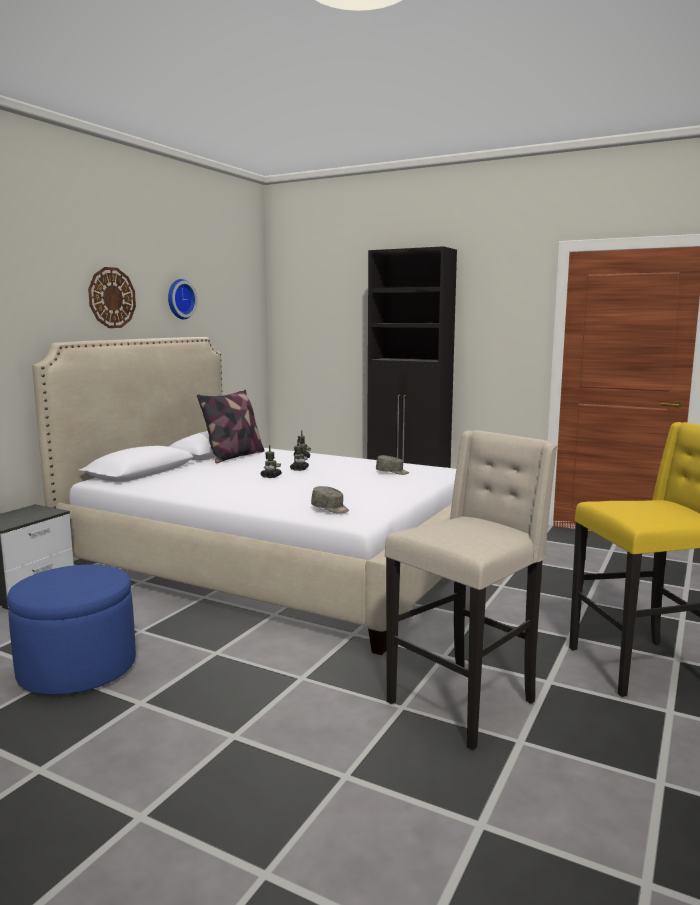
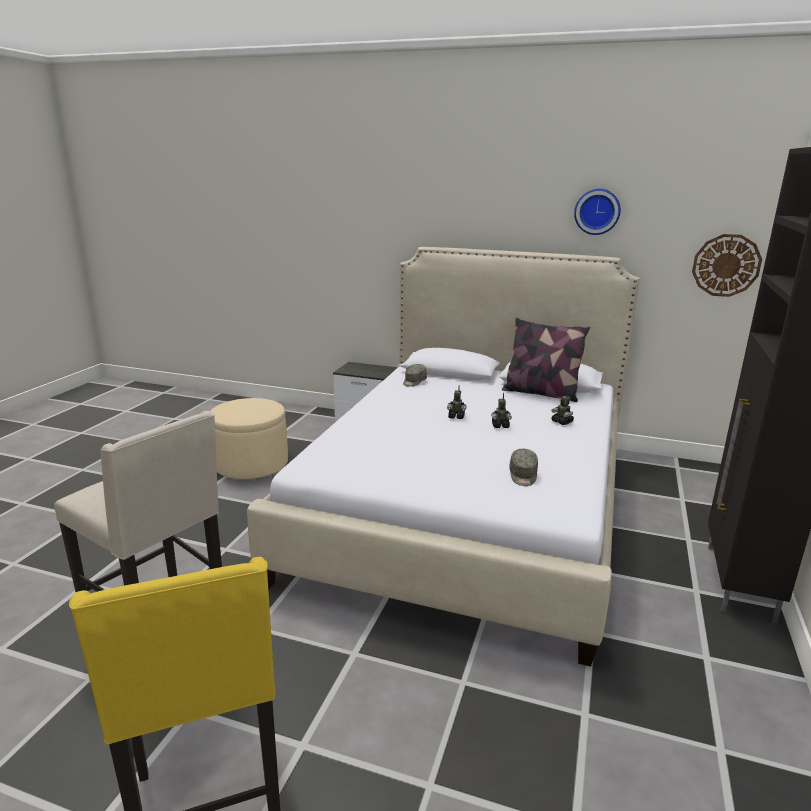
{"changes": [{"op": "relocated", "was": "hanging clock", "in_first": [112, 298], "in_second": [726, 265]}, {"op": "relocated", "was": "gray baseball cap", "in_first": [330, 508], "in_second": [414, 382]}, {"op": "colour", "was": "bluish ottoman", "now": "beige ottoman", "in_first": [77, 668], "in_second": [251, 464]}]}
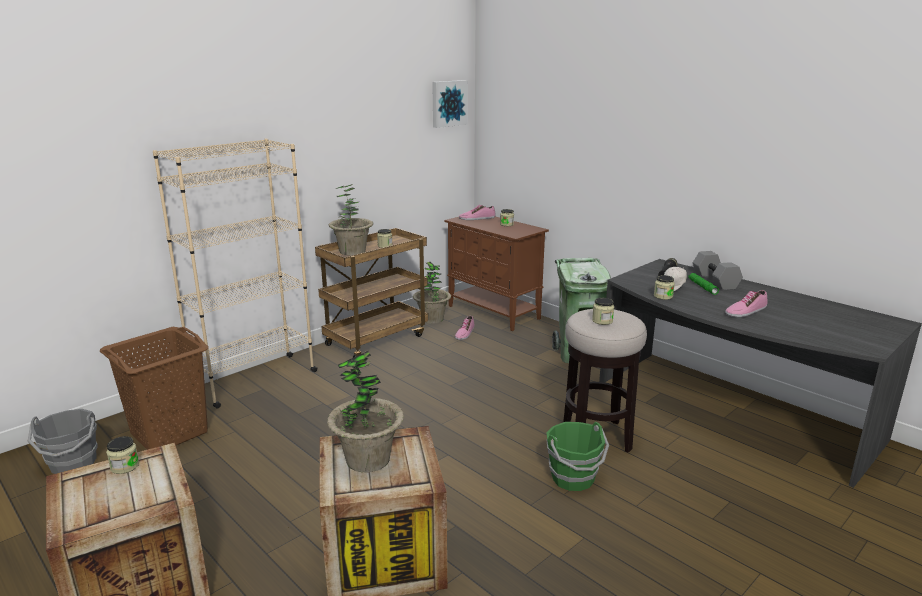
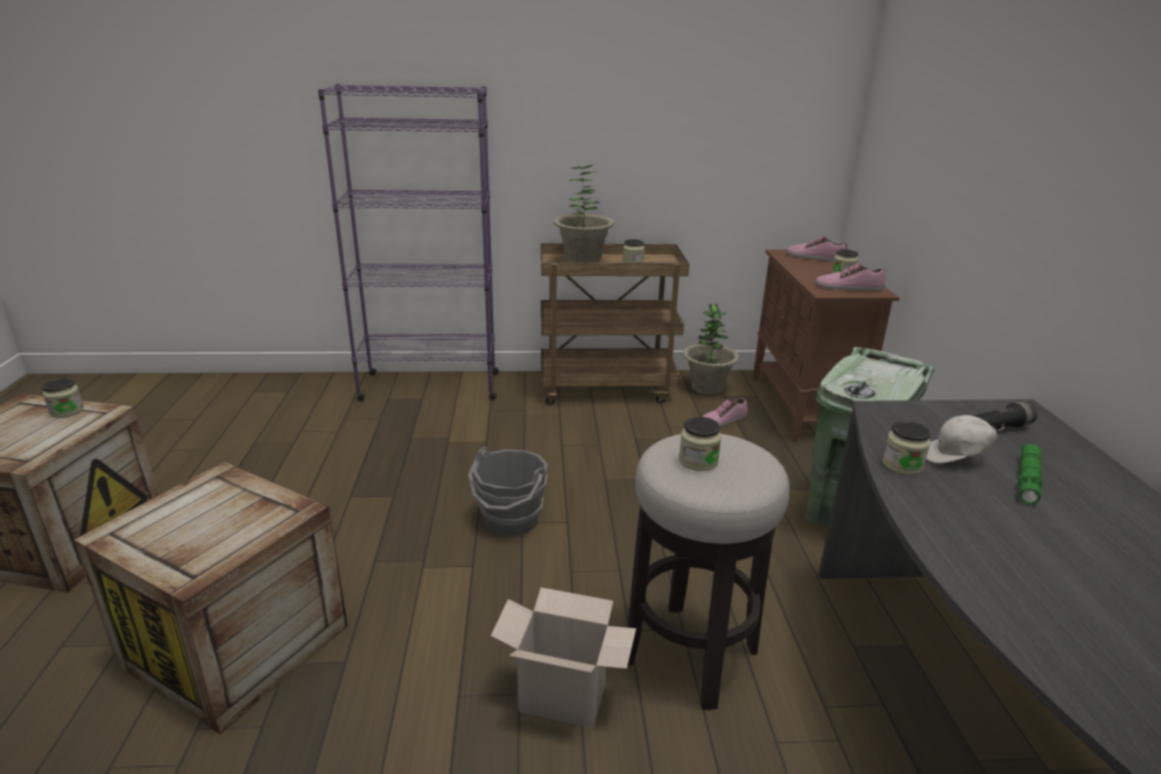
{"changes": [{"op": "missing", "was": "brownish laundry basket", "in_first": [170, 433]}, {"op": "missing", "was": "houseplant", "in_first": [368, 459]}, {"op": "missing", "was": "picture", "in_first": [448, 103]}, {"op": "missing", "was": "gray free weight", "in_first": [714, 280]}, {"op": "relocated", "was": "gray bucket", "in_first": [73, 463], "in_second": [510, 520]}, {"op": "relocated", "was": "low shoe", "in_first": [745, 311], "in_second": [849, 287]}, {"op": "exchanged", "was": "green bucket", "now": "cardboard box", "in_first": [573, 478], "in_second": [565, 696]}, {"op": "colour", "was": "beige shelving unit", "now": "purple shelving unit", "in_first": [255, 380], "in_second": [429, 386]}]}
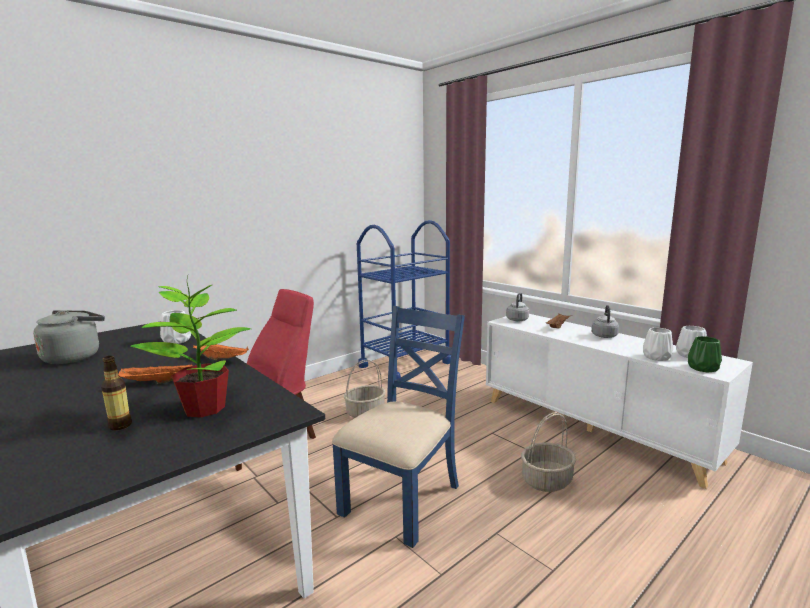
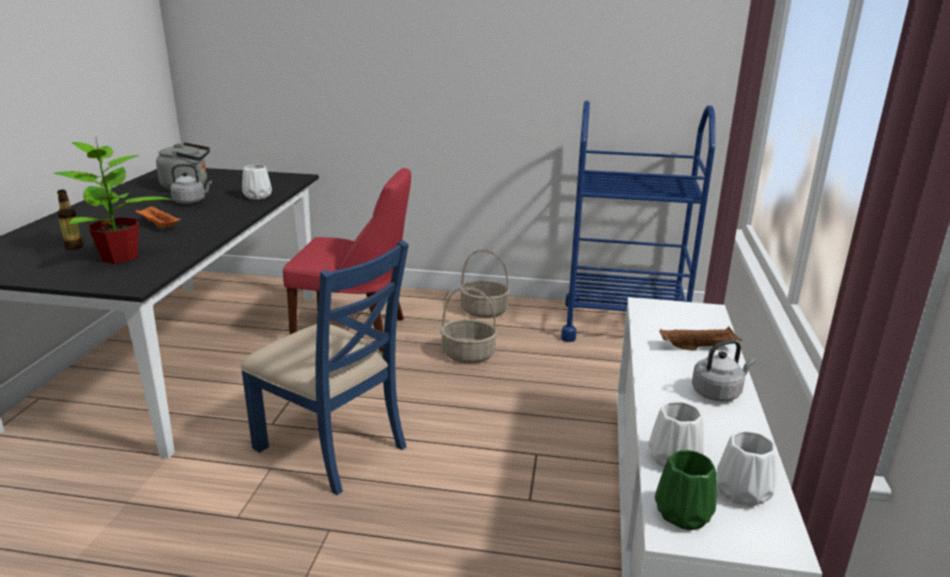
{"changes": [{"op": "missing", "was": "orangey tray", "in_first": [223, 359]}, {"op": "relocated", "was": "gray tea kettle", "in_first": [517, 319], "in_second": [191, 201]}, {"op": "relocated", "was": "storage basket", "in_first": [546, 480], "in_second": [484, 311]}, {"op": "spun", "was": "bluish plain chair", "in_first": [403, 499], "in_second": [332, 447], "clockwise": 45}]}
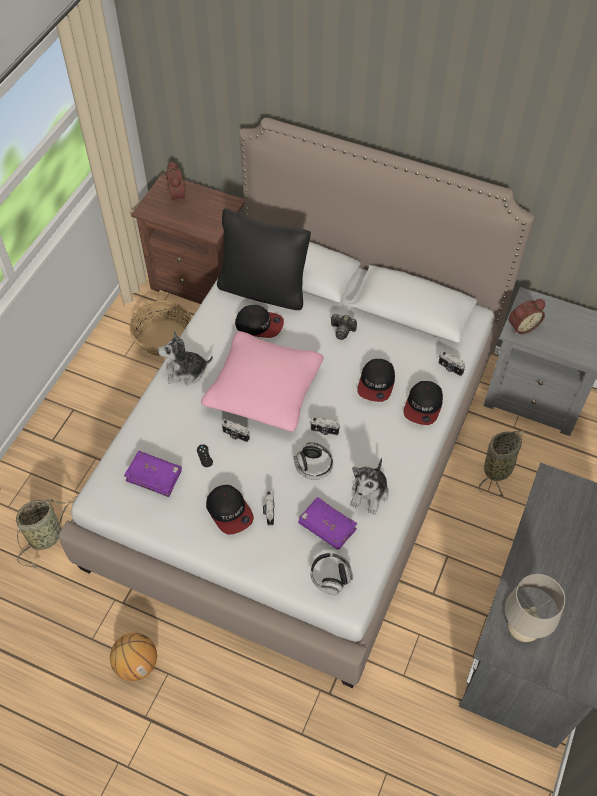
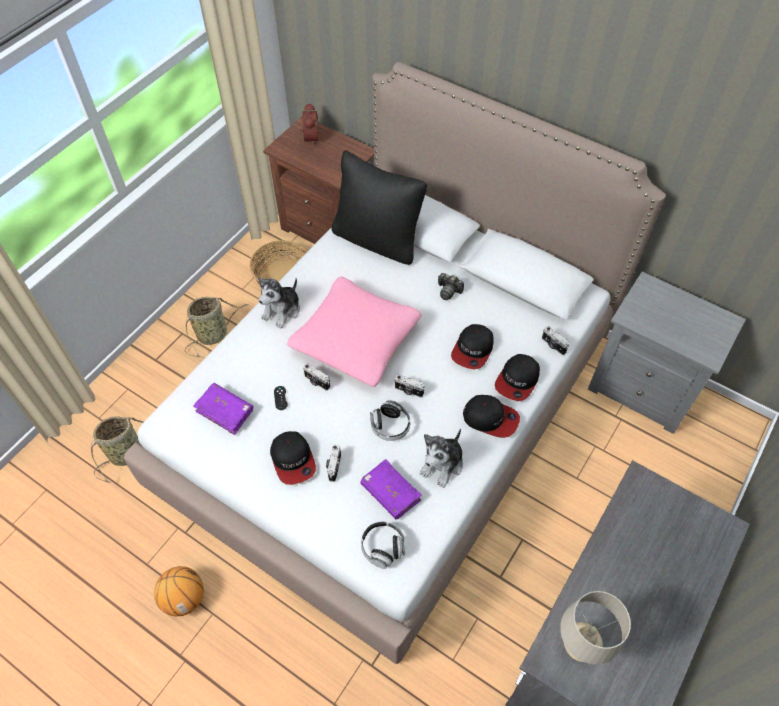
{"changes": [{"op": "missing", "was": "alarm clock", "in_first": [522, 326]}, {"op": "relocated", "was": "baseball cap", "in_first": [259, 324], "in_second": [490, 418]}, {"op": "relocated", "was": "storage basket", "in_first": [499, 468], "in_second": [214, 334]}, {"op": "spun", "was": "plush toy", "in_first": [186, 372], "in_second": [282, 310], "clockwise": -60}]}
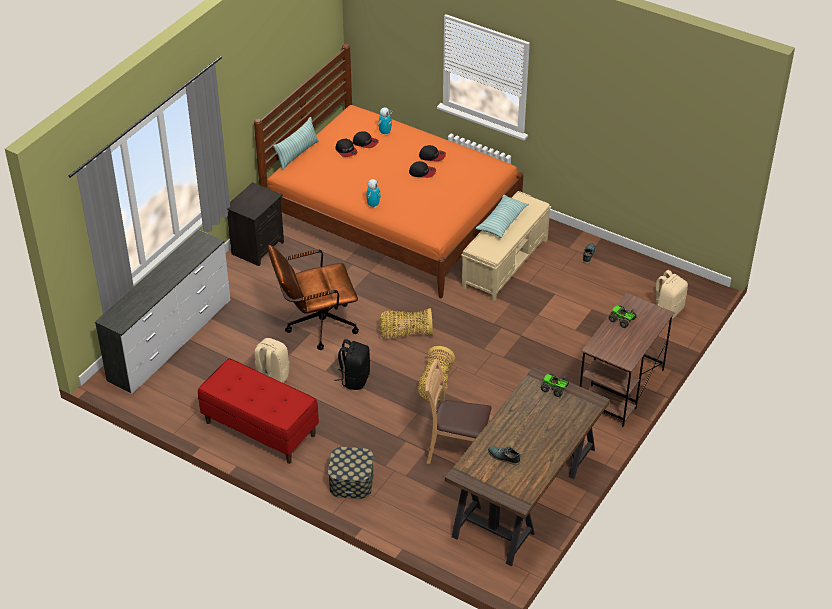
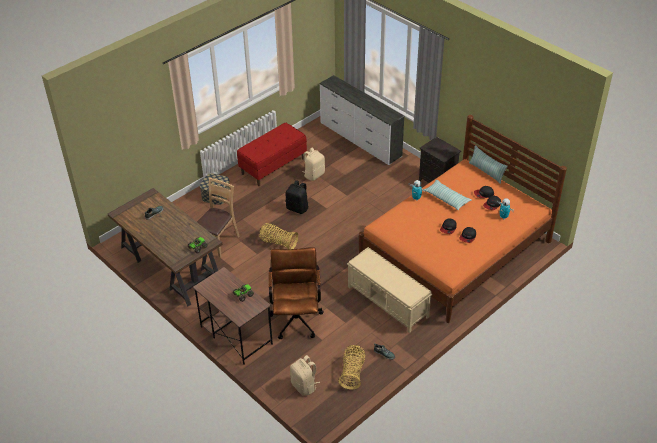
{"changes": [{"op": "relocated", "was": "brownish desk chair", "in_first": [315, 325], "in_second": [296, 317]}, {"op": "relocated", "was": "storage basket", "in_first": [405, 333], "in_second": [352, 372]}, {"op": "relocated", "was": "cushion", "in_first": [502, 221], "in_second": [447, 198]}]}
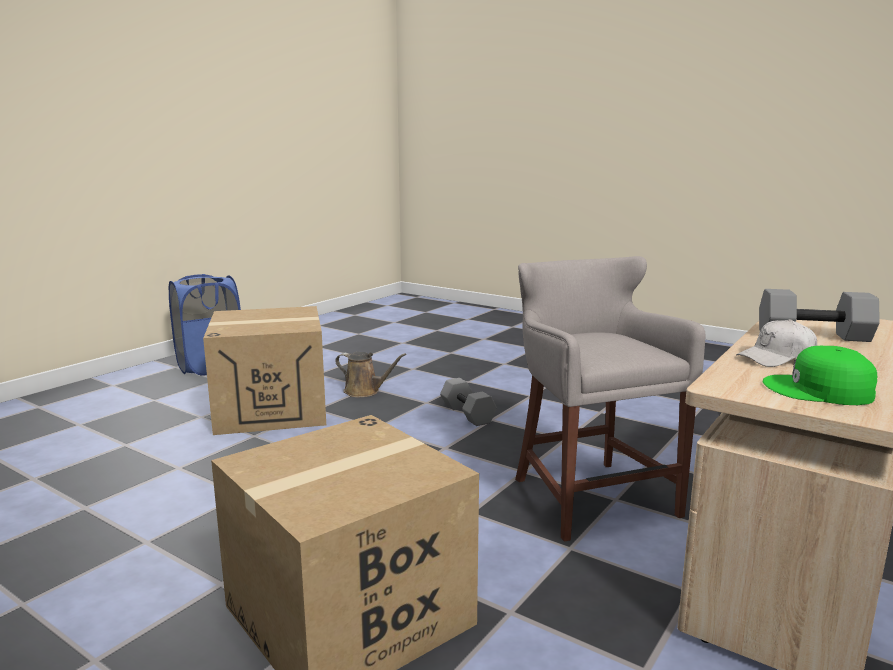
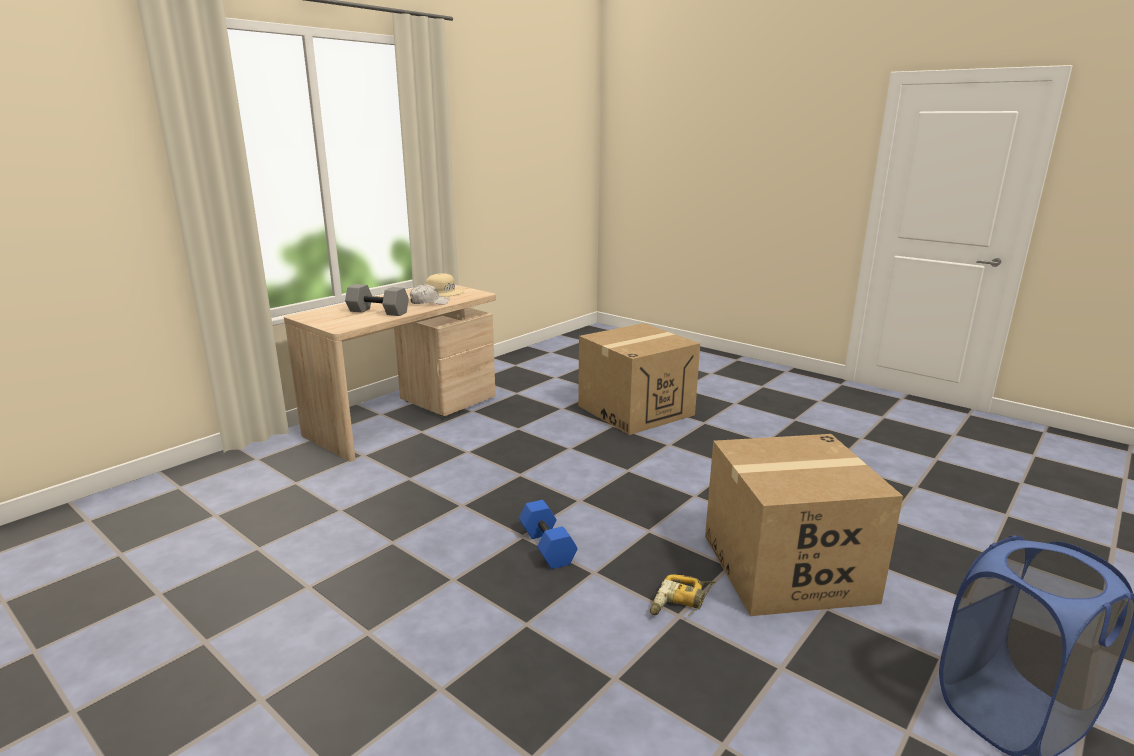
{"changes": [{"op": "missing", "was": "gray stool", "in_first": [589, 495]}, {"op": "exchanged", "was": "brownish watering pot", "now": "drill", "in_first": [365, 391], "in_second": [681, 603]}, {"op": "colour", "was": "gray free weight", "now": "bluish free weight", "in_first": [468, 414], "in_second": [545, 546]}, {"op": "colour", "was": "green baseball cap", "now": "beige baseball cap", "in_first": [819, 390], "in_second": [444, 292]}]}
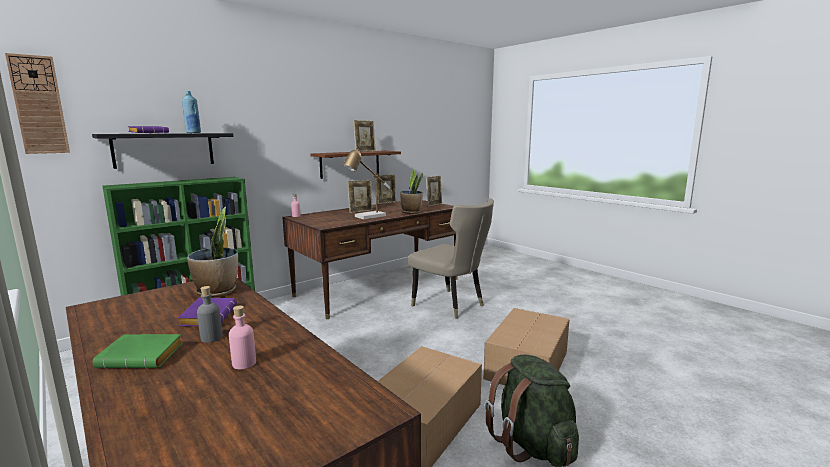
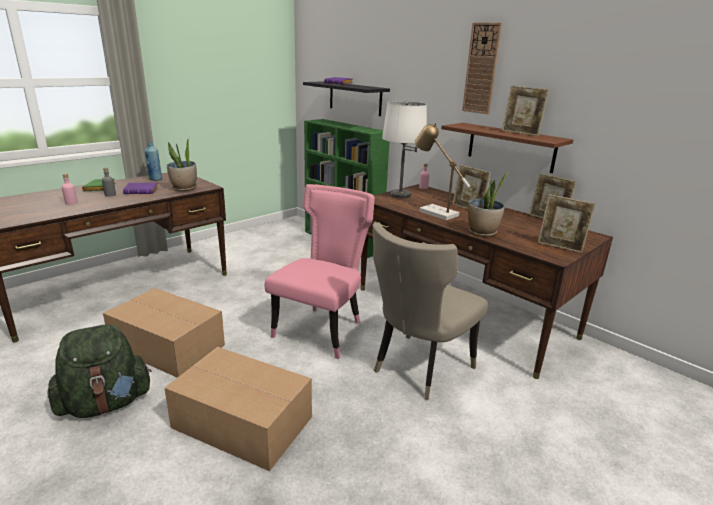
{"changes": [{"op": "appeared", "now": "pink-coloured plain chair", "in_second": [322, 329]}, {"op": "appeared", "now": "white-coloured tabletop lamp", "in_second": [400, 195]}, {"op": "relocated", "was": "hanging clock", "in_first": [39, 105], "in_second": [481, 69]}, {"op": "relocated", "was": "bluish bottle", "in_first": [193, 133], "in_second": [155, 179]}]}
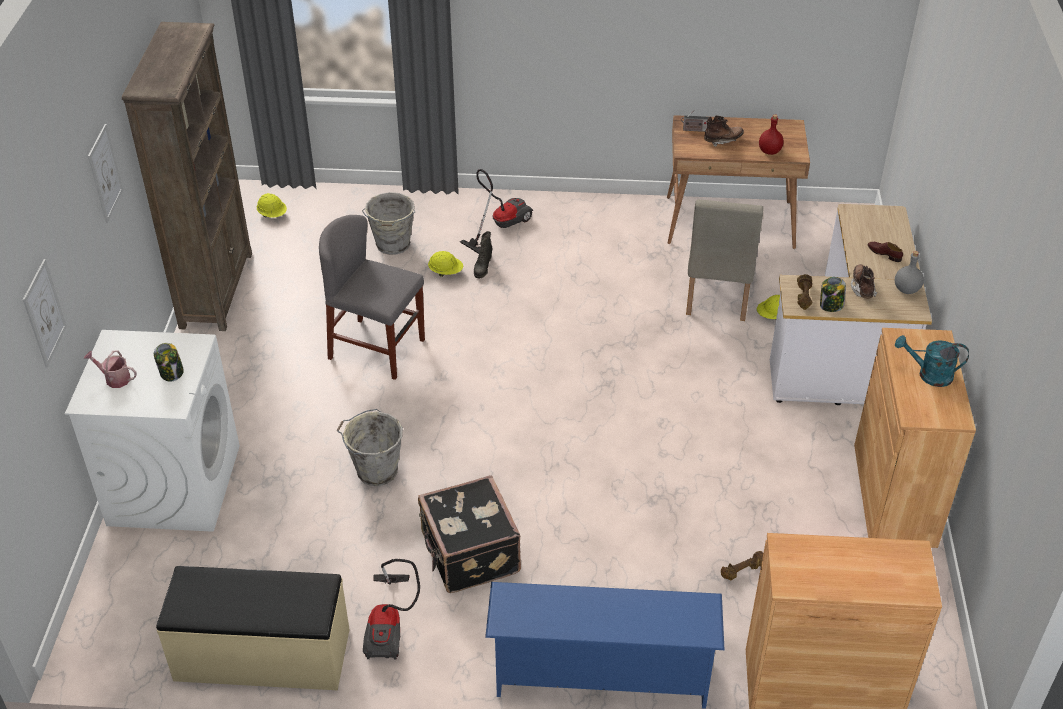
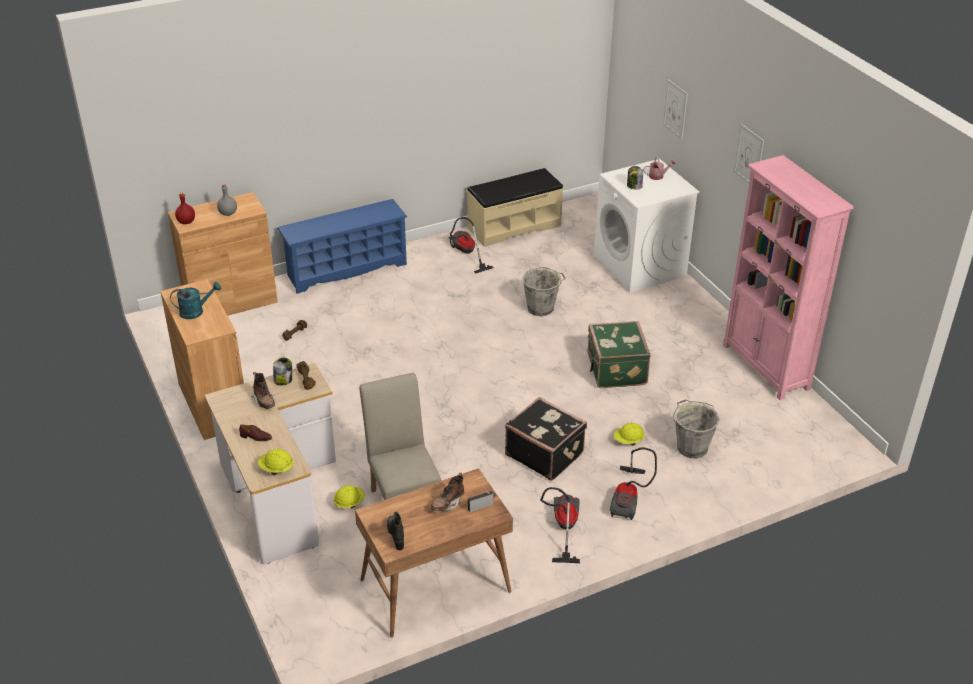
{"changes": [{"op": "appeared", "now": "hoover", "in_second": [562, 527]}, {"op": "relocated", "was": "yellowish hard hat", "in_first": [272, 215], "in_second": [276, 469]}, {"op": "relocated", "was": "blackish travel case", "in_first": [468, 554], "in_second": [544, 453]}, {"op": "relocated", "was": "blackish tall boot", "in_first": [482, 268], "in_second": [396, 535]}, {"op": "relocated", "was": "reddish bottle", "in_first": [770, 151], "in_second": [186, 222]}, {"op": "relocated", "was": "gray bottle", "in_first": [906, 290], "in_second": [228, 213]}, {"op": "exchanged", "was": "gray plain chair", "now": "green travel case", "in_first": [377, 349], "in_second": [615, 370]}, {"op": "colour", "was": "brownish shelving unit", "now": "pink-coloured shelving unit", "in_first": [216, 289], "in_second": [766, 367]}]}
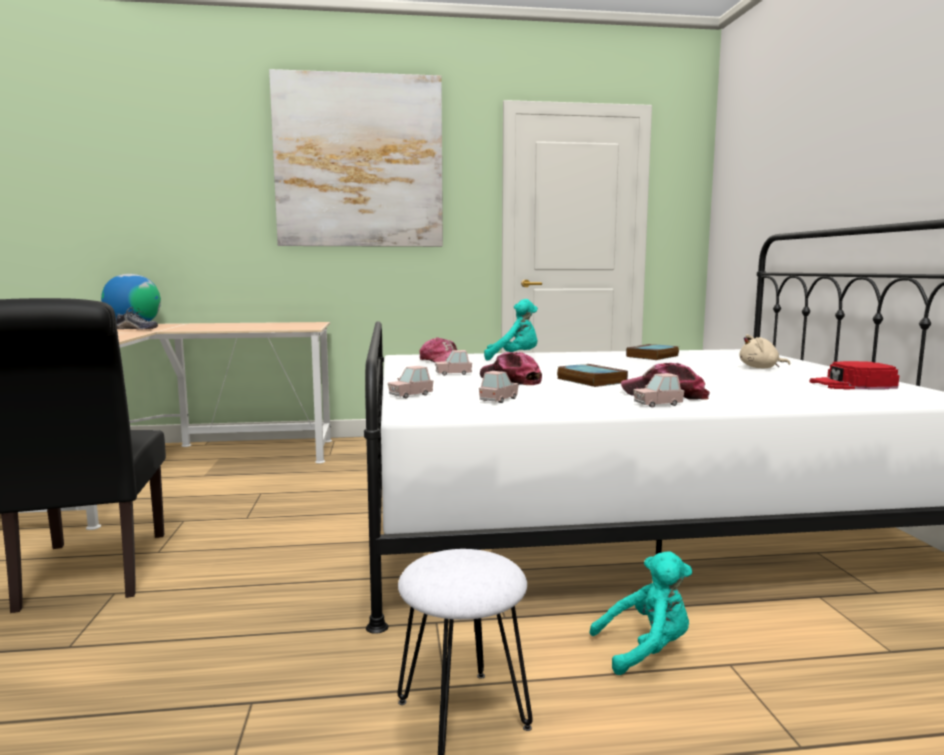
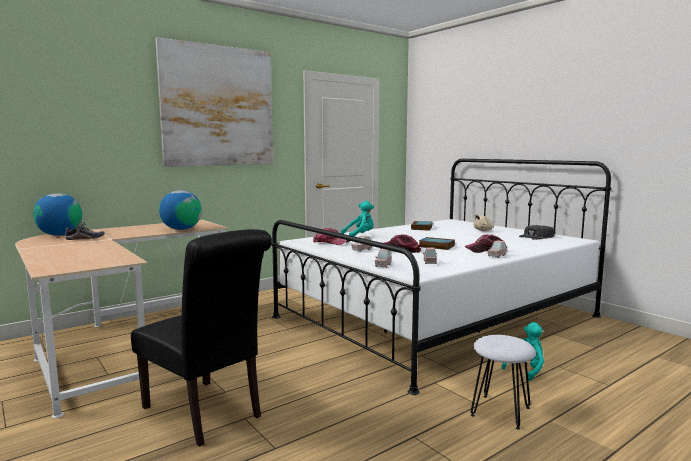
{"changes": [{"op": "appeared", "now": "globe", "in_second": [181, 229]}, {"op": "colour", "was": "reddish baseball cap", "now": "blackish baseball cap", "in_first": [852, 385], "in_second": [536, 236]}]}
